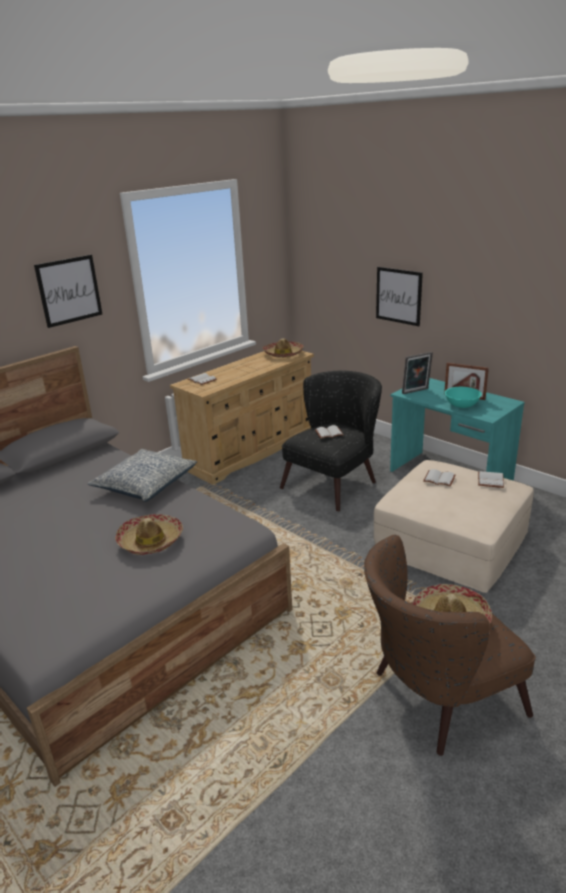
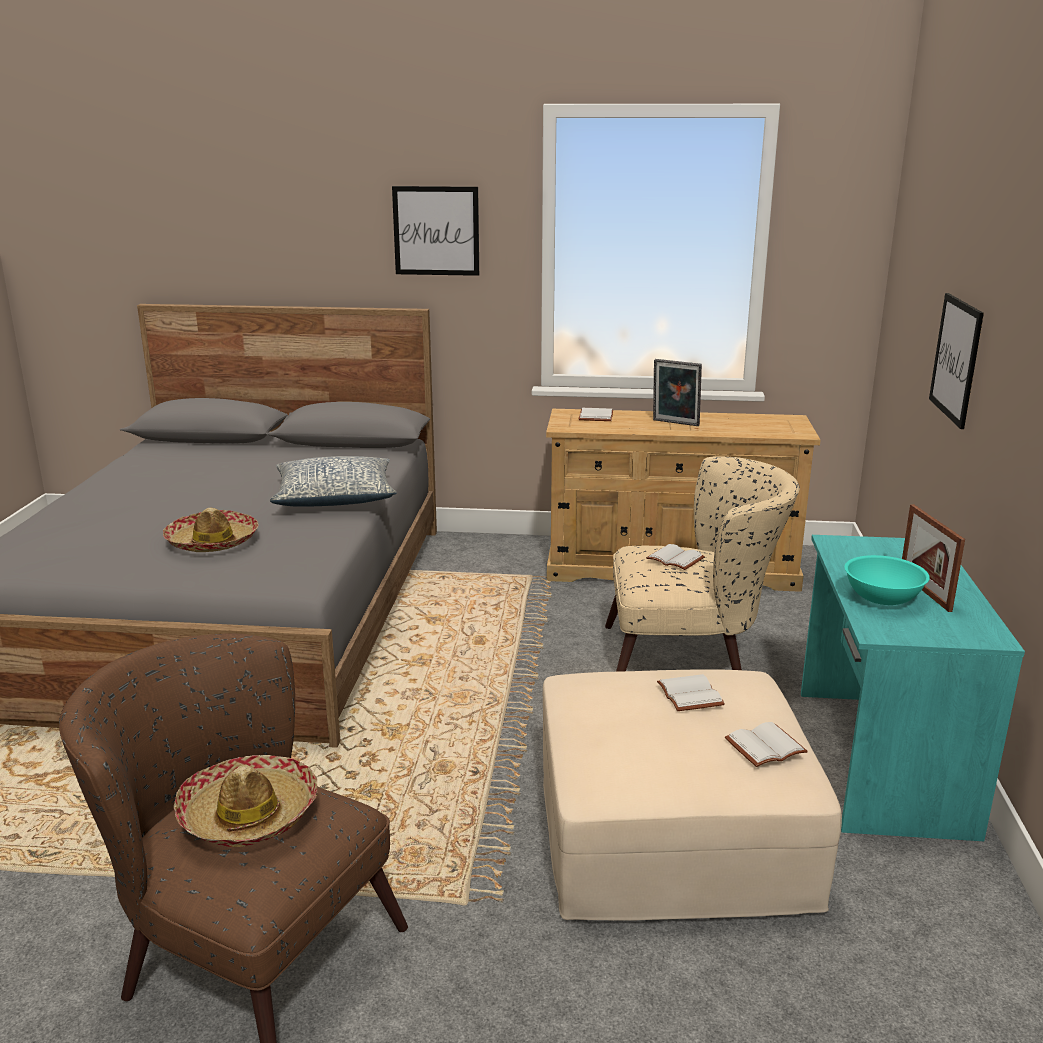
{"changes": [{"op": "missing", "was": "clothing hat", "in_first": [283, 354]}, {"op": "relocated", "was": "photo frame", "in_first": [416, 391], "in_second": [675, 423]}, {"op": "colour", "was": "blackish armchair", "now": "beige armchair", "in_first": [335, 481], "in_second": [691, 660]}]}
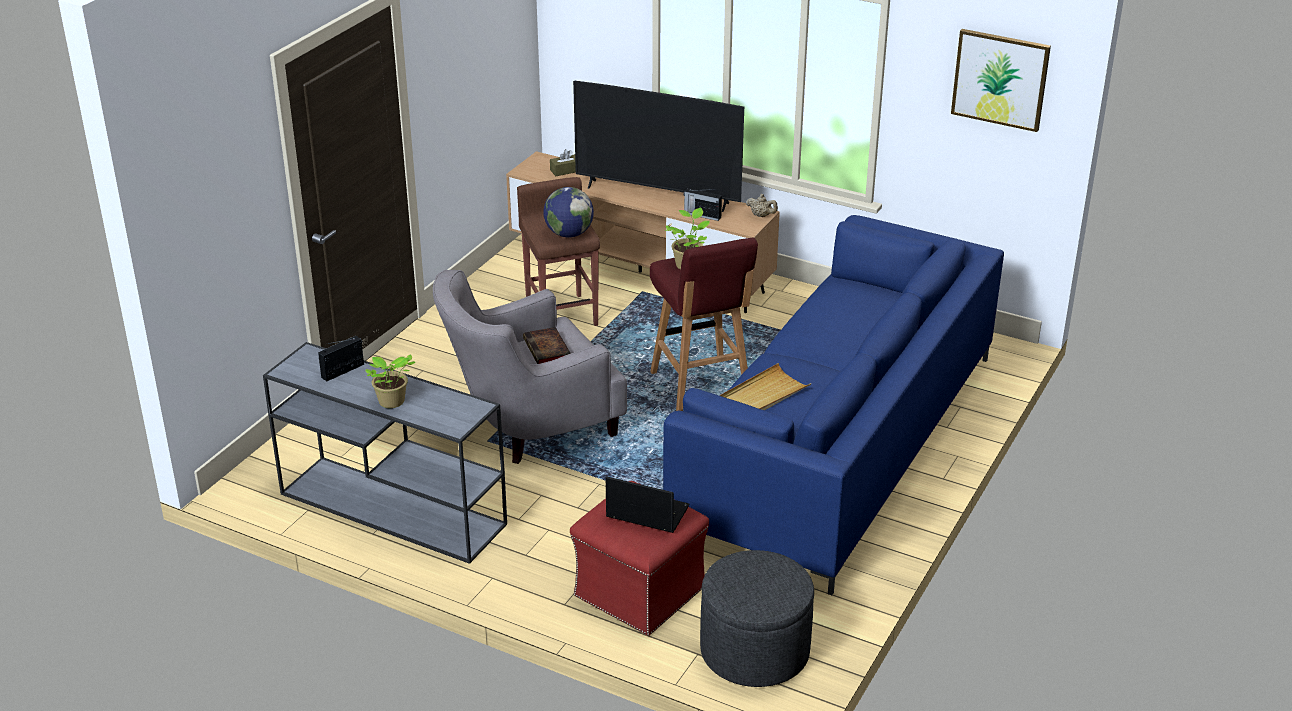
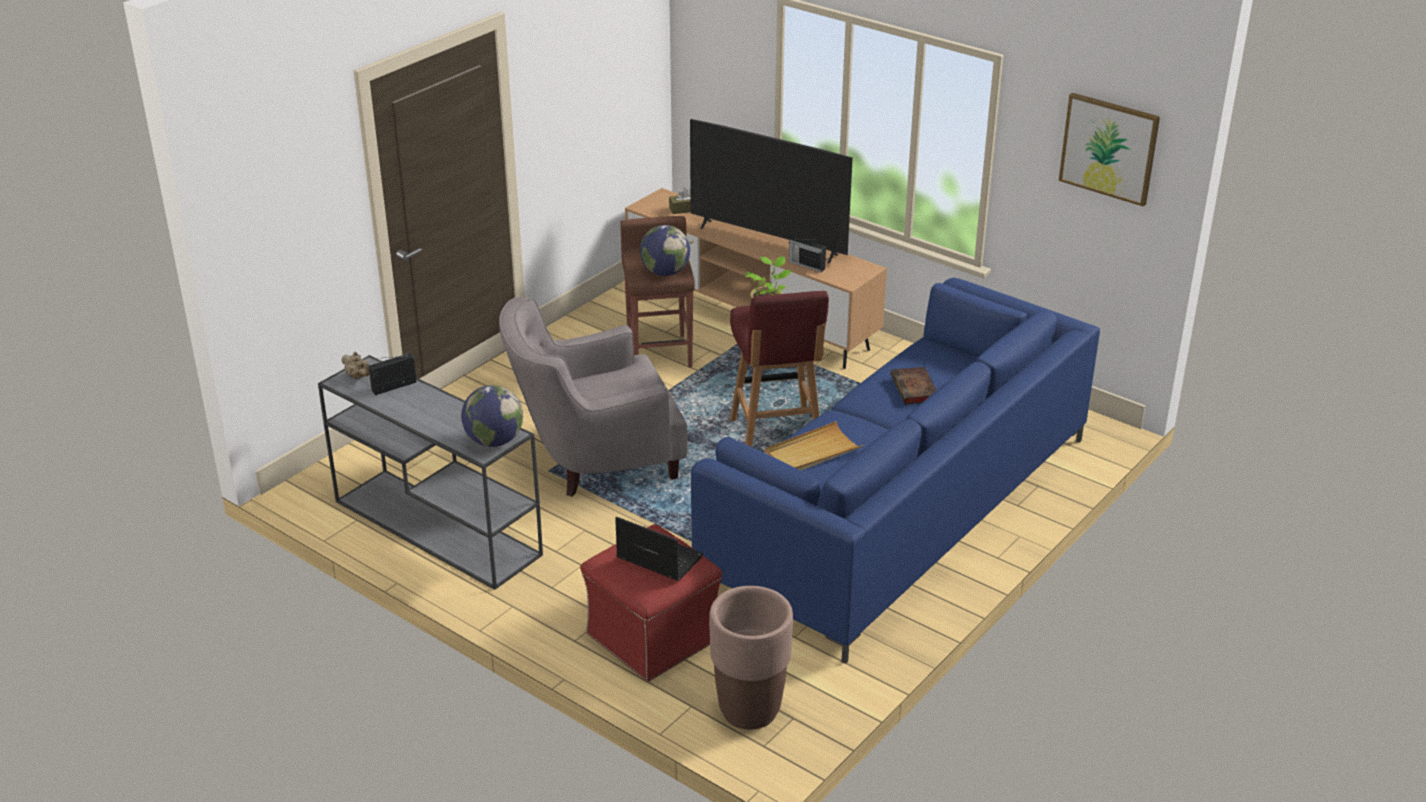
{"changes": [{"op": "missing", "was": "houseplant", "in_first": [391, 402]}, {"op": "appeared", "now": "globe", "in_second": [494, 441]}, {"op": "relocated", "was": "volume", "in_first": [548, 350], "in_second": [915, 390]}, {"op": "relocated", "was": "beige tea pot", "in_first": [761, 215], "in_second": [358, 376]}, {"op": "exchanged", "was": "gray ottoman", "now": "brownish flower pot", "in_first": [754, 651], "in_second": [749, 710]}]}
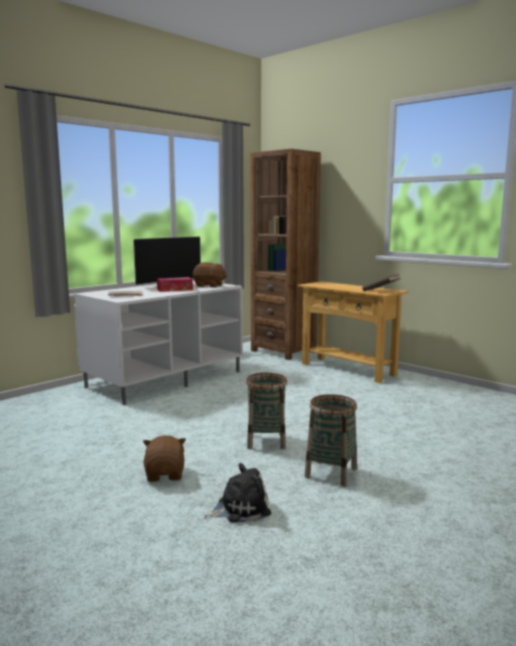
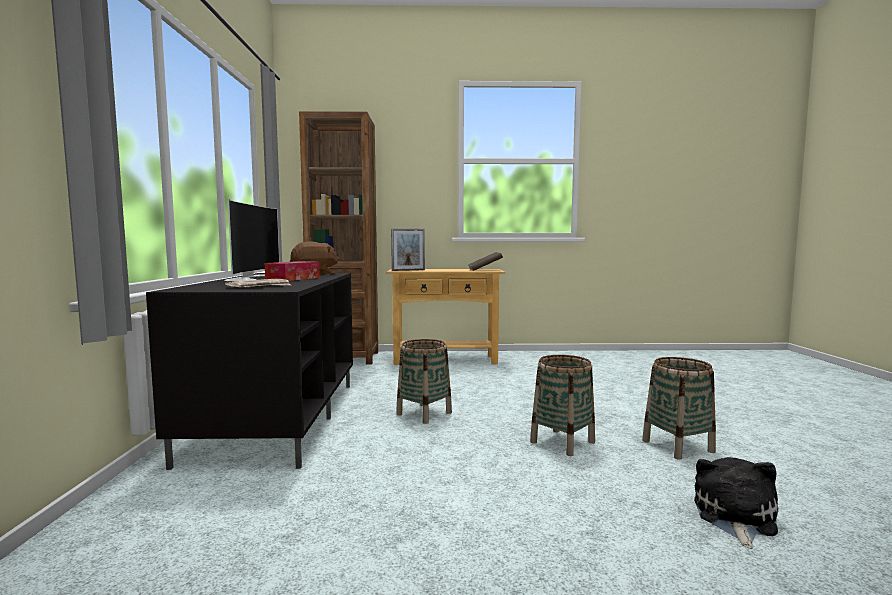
{"changes": [{"op": "missing", "was": "brownish plush toy", "in_first": [165, 474]}, {"op": "appeared", "now": "photo frame", "in_second": [408, 270]}, {"op": "appeared", "now": "storage basket", "in_second": [424, 413]}, {"op": "colour", "was": "white-coloured tv unit", "now": "blackish tv unit", "in_first": [166, 378], "in_second": [277, 418]}]}
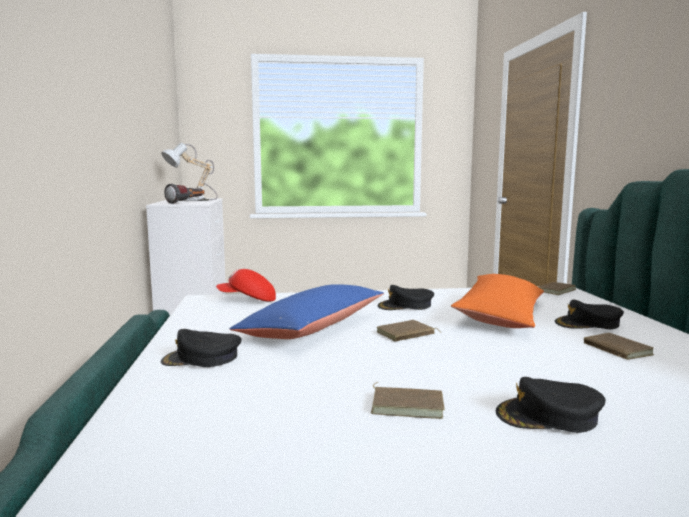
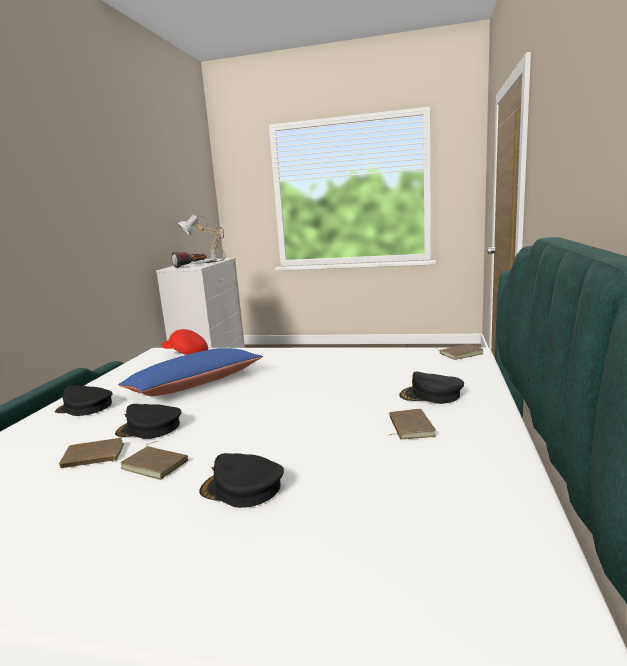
{"changes": [{"op": "missing", "was": "orangey cushion", "in_first": [501, 315]}, {"op": "relocated", "was": "blackish baseball cap", "in_first": [405, 306], "in_second": [149, 428]}, {"op": "relocated", "was": "brownish volume", "in_first": [406, 334], "in_second": [92, 457]}]}
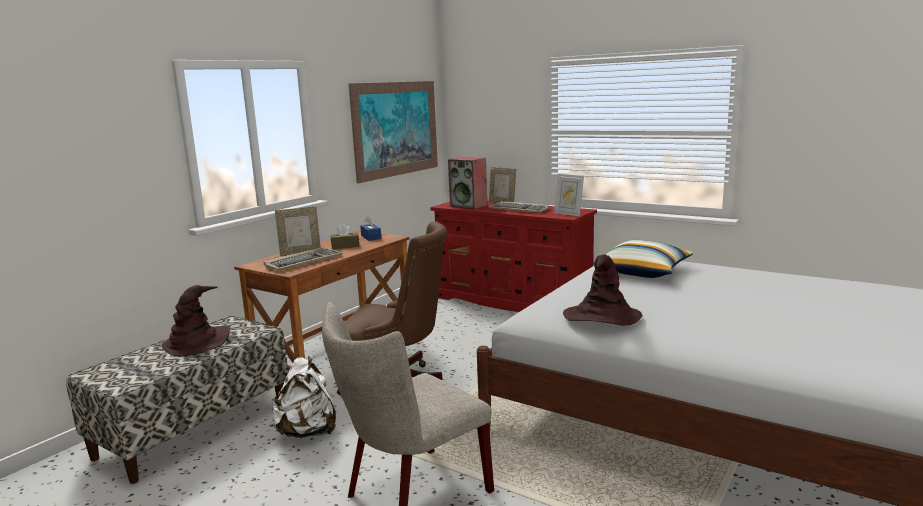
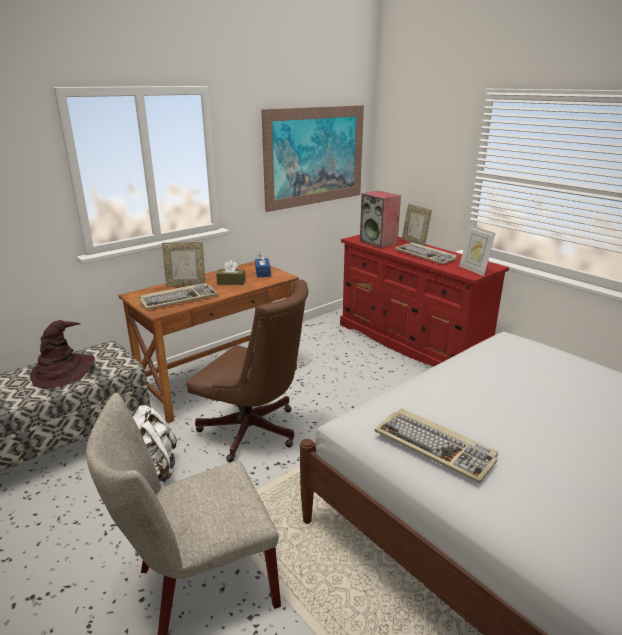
{"changes": [{"op": "missing", "was": "cushion", "in_first": [643, 272]}, {"op": "exchanged", "was": "brownish clothing hat", "now": "PC keyboard", "in_first": [602, 317], "in_second": [436, 446]}]}
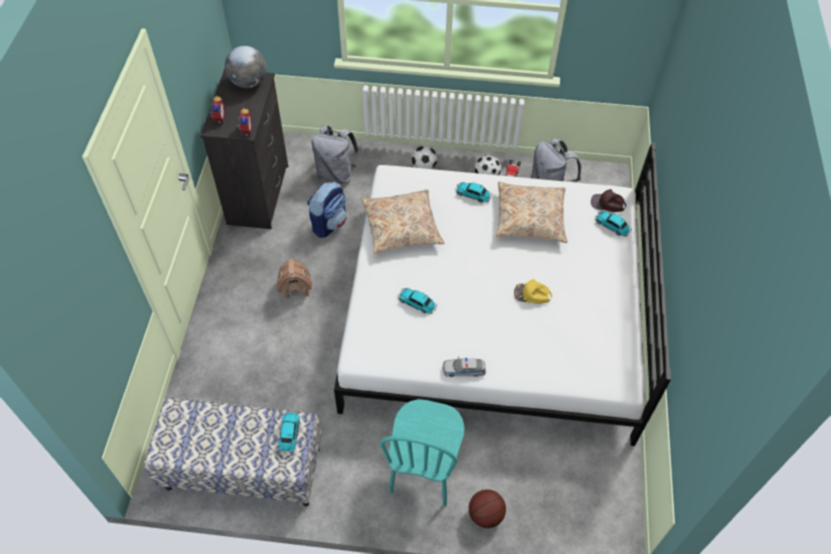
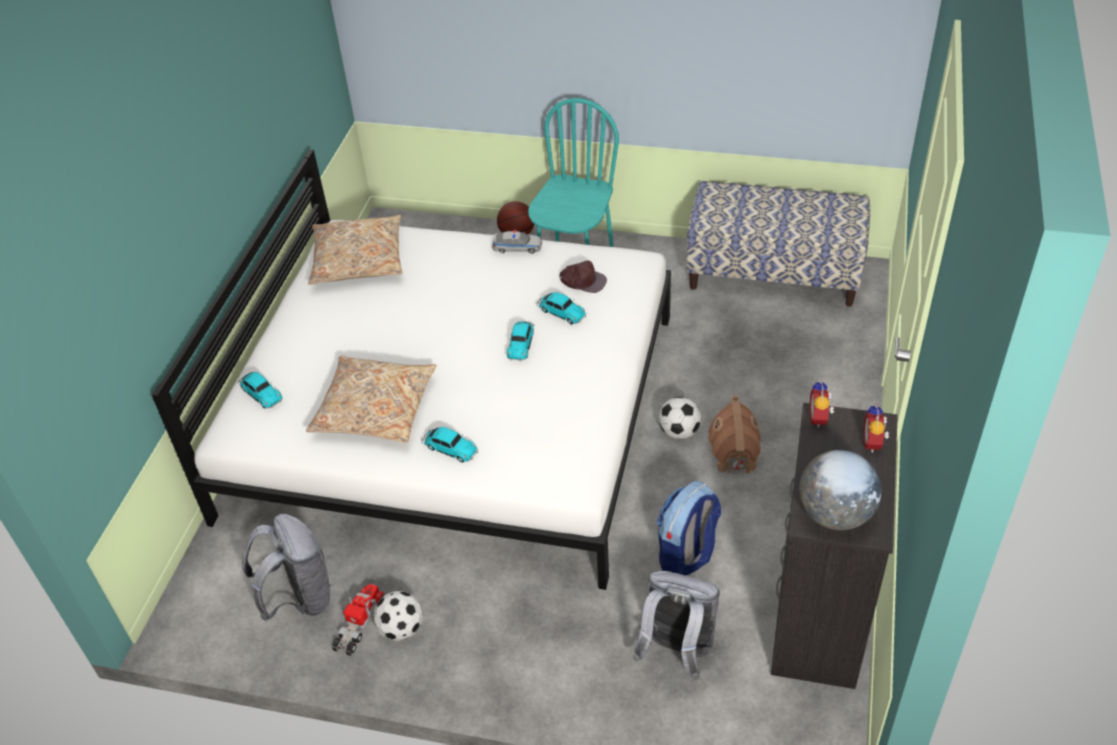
{"changes": [{"op": "missing", "was": "yellowish baseball cap", "in_first": [532, 294]}, {"op": "relocated", "was": "toy car", "in_first": [289, 434], "in_second": [521, 343]}, {"op": "relocated", "was": "beige cushion", "in_first": [402, 227], "in_second": [358, 260]}, {"op": "relocated", "was": "football ball", "in_first": [424, 167], "in_second": [679, 432]}, {"op": "relocated", "was": "brownish baseball cap", "in_first": [607, 204], "in_second": [583, 280]}]}
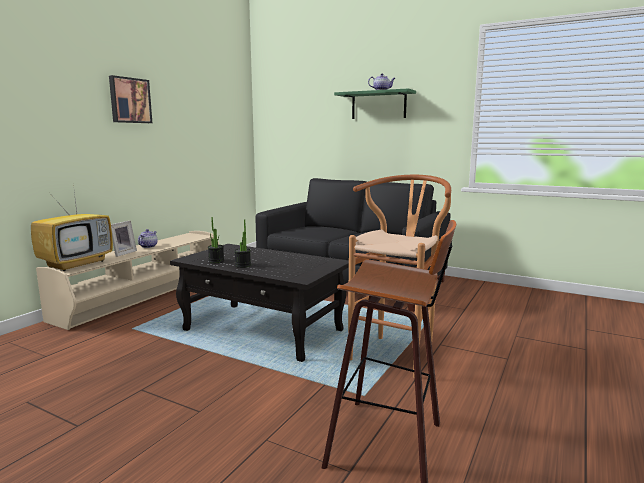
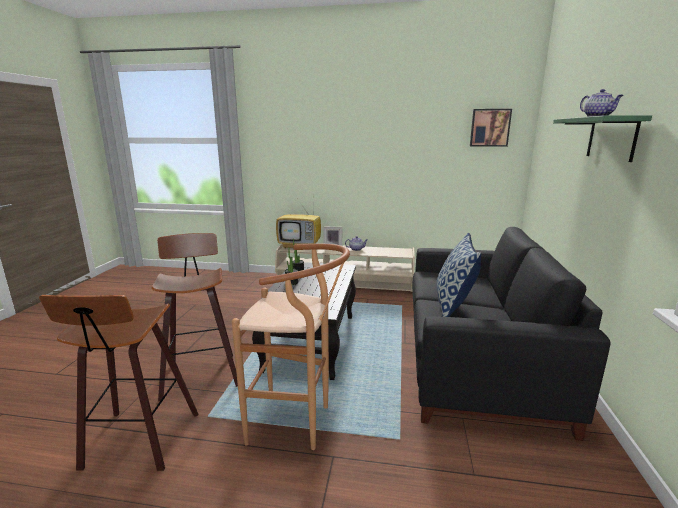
{"changes": [{"op": "appeared", "now": "stool", "in_second": [201, 374]}, {"op": "appeared", "now": "cushion", "in_second": [453, 306]}, {"op": "relocated", "was": "picture", "in_first": [129, 100], "in_second": [489, 127]}]}
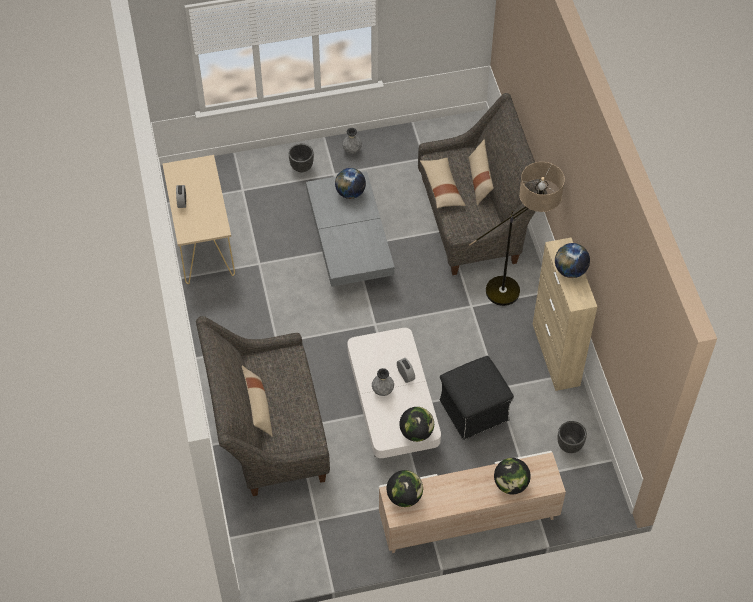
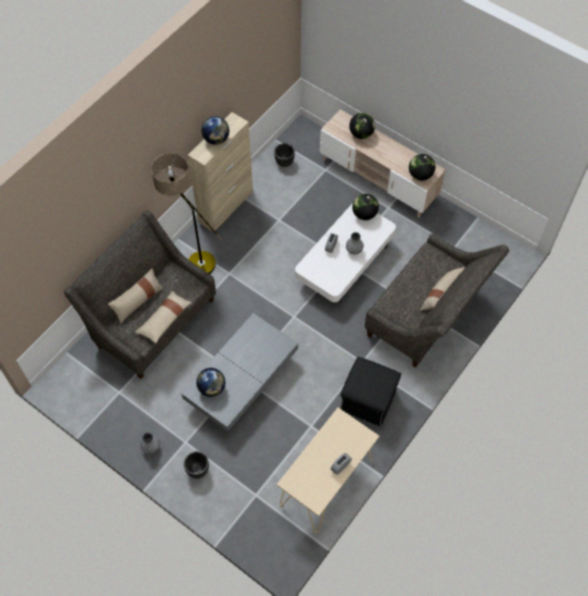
{"changes": [{"op": "relocated", "was": "blackish ottoman", "in_first": [473, 411], "in_second": [368, 400]}]}
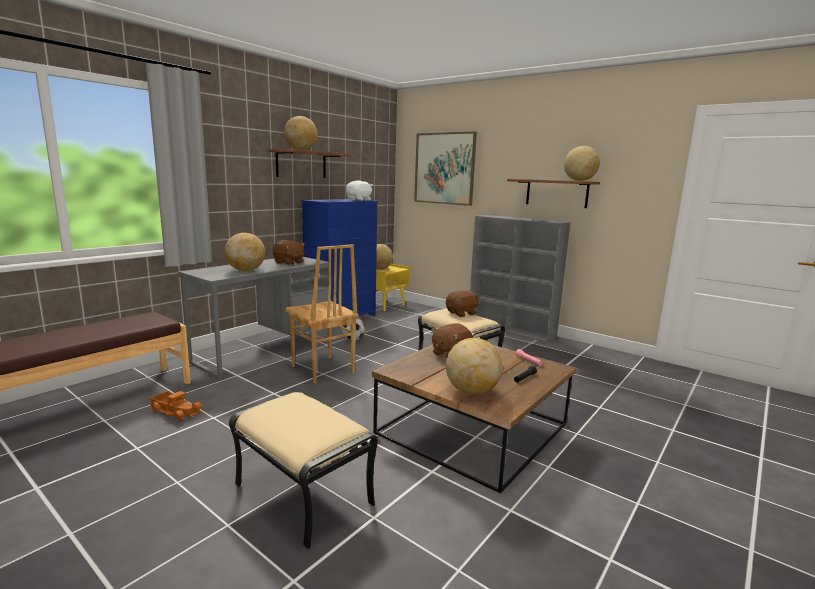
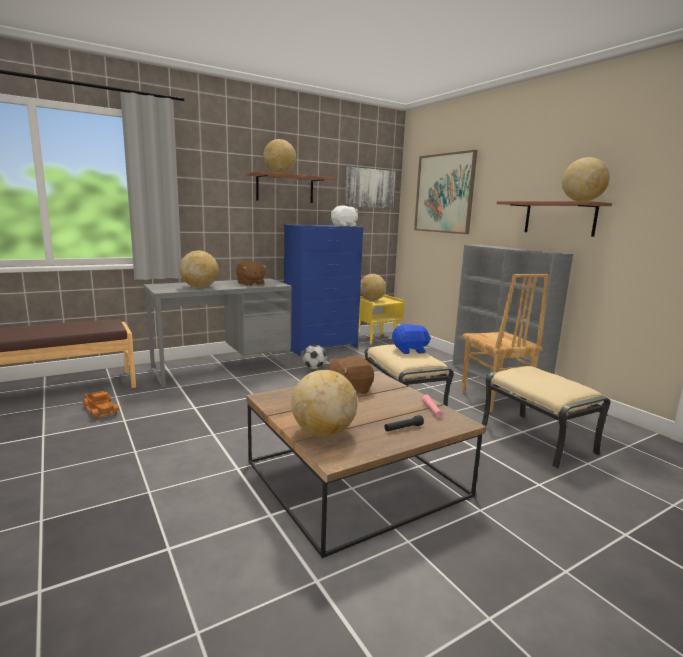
{"changes": [{"op": "appeared", "now": "picture", "in_second": [369, 188]}, {"op": "relocated", "was": "beige ottoman", "in_first": [305, 494], "in_second": [538, 439]}, {"op": "relocated", "was": "brownish plain chair", "in_first": [322, 370], "in_second": [493, 400]}, {"op": "colour", "was": "brownish plush toy", "now": "bluish plush toy", "in_first": [462, 313], "in_second": [410, 350]}]}
